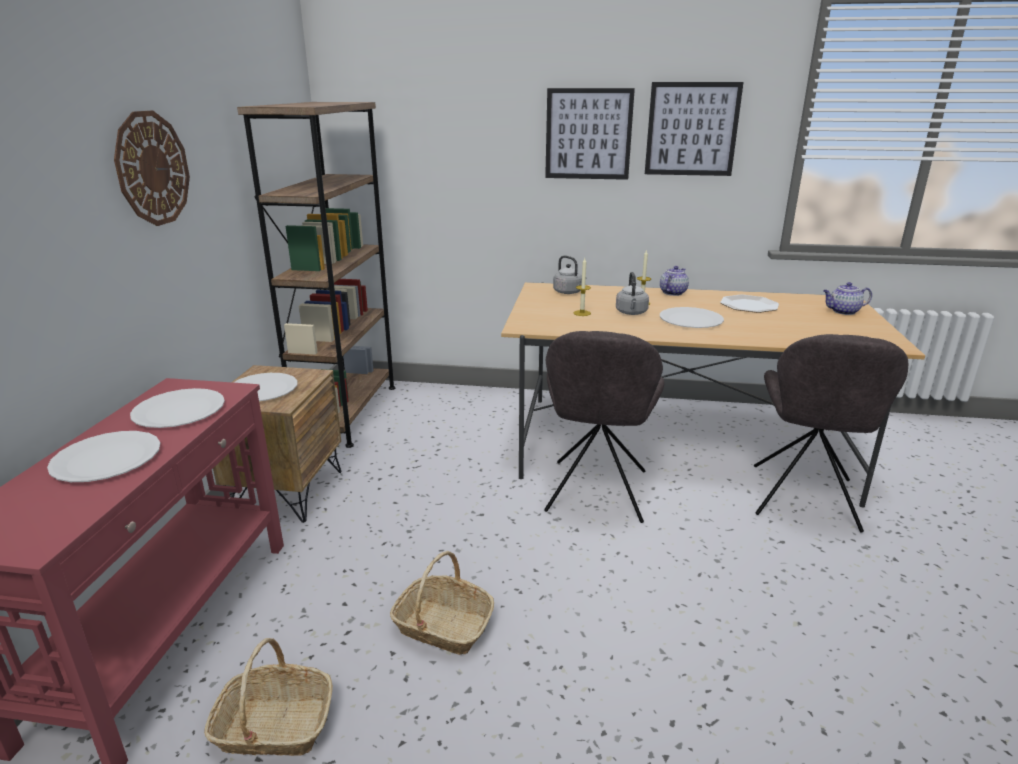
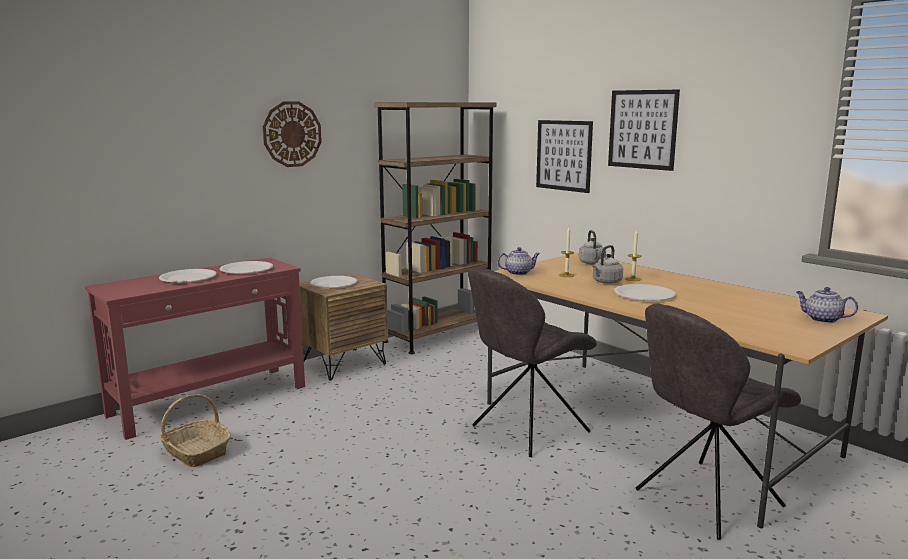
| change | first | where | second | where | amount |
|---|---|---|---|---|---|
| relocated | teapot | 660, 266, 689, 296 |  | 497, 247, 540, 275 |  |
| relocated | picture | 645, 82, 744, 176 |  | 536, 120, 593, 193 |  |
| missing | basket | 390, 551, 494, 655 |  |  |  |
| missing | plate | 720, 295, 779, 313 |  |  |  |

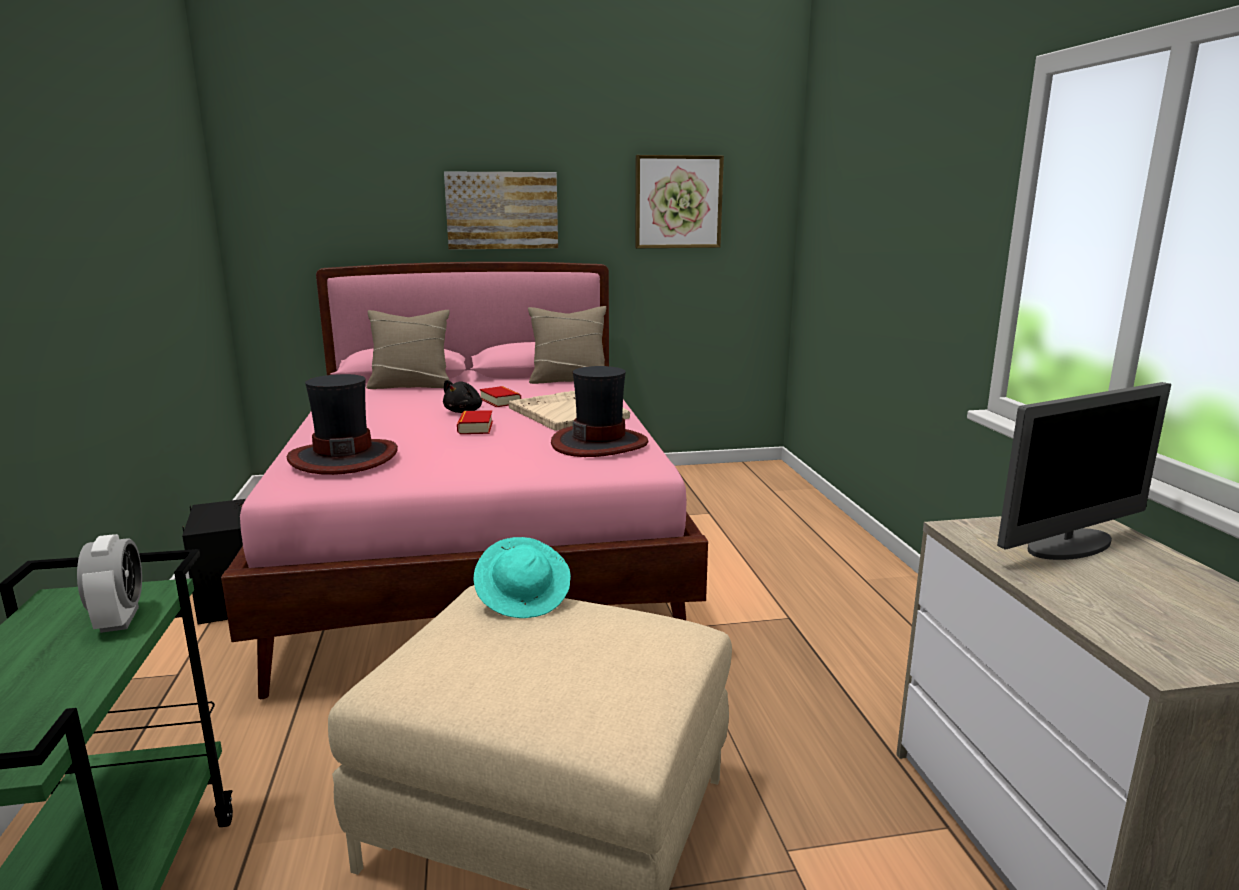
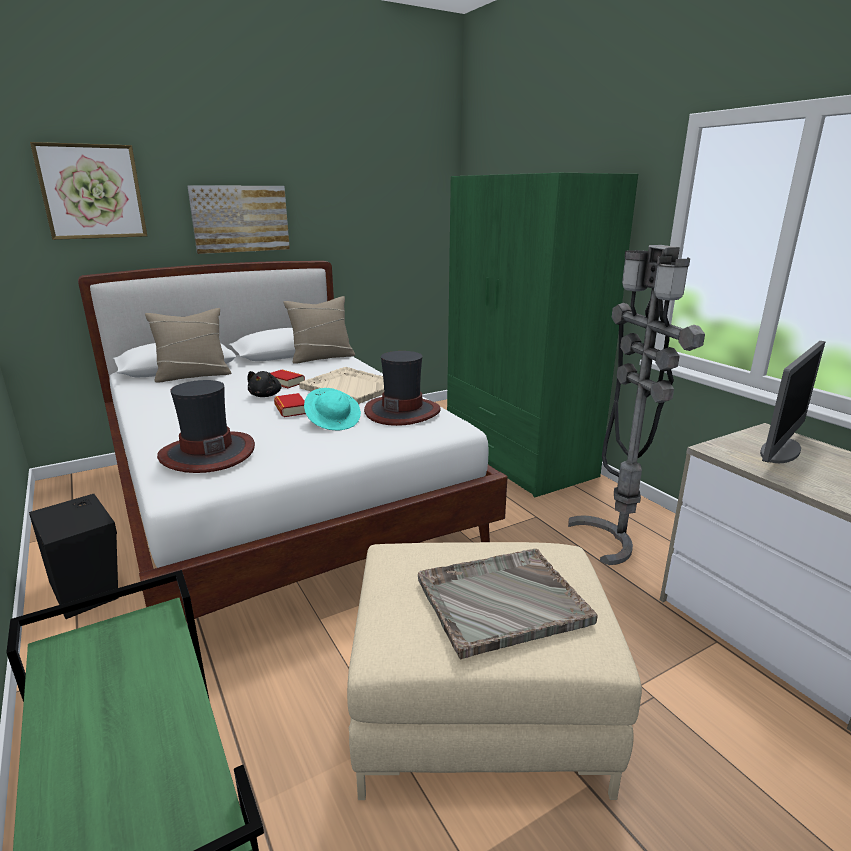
| change | first | where | second | where | amount |
|---|---|---|---|---|---|
| relocated | picture | 635, 155, 724, 248 |  | 30, 142, 147, 240 |  |
| colour | pink bed | 221, 262, 708, 699 | white bed | 78, 261, 508, 622 |  |
| relocated | turquoise hat | 473, 537, 571, 618 |  | 304, 388, 361, 430 |  |
| appeared |  |  | grey tray | 418, 549, 598, 660 |  |
| appeared |  |  | green wardrobe | 447, 173, 638, 497 |  |
| appeared |  |  | grey floor lamp | 568, 245, 705, 565 |  |
| missing | alarm clock | 77, 534, 142, 633 |  |  |  |

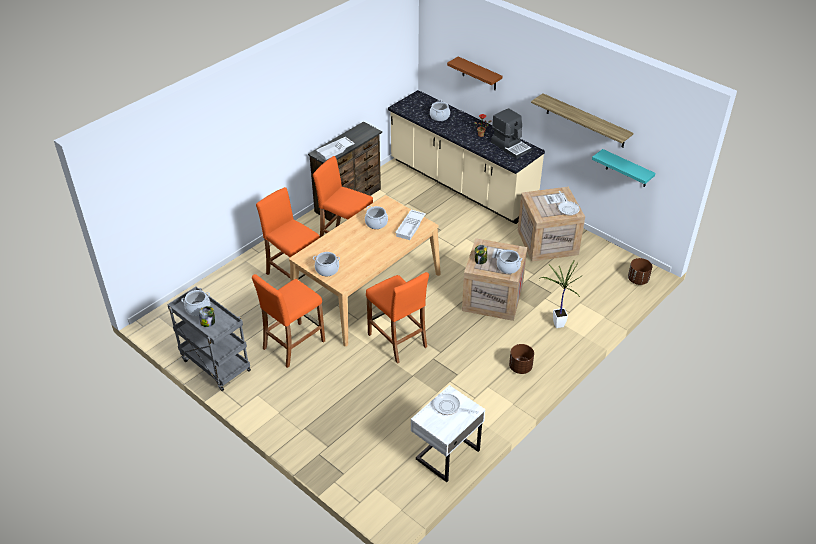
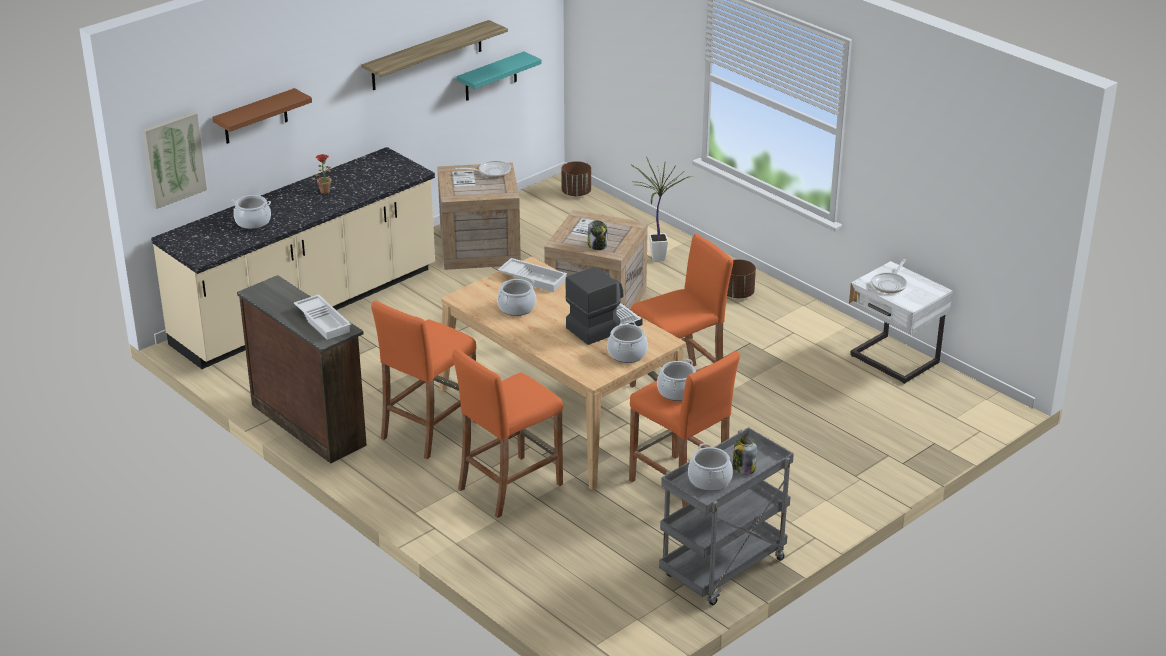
| change | first | where | second | where | amount |
|---|---|---|---|---|---|
| appeared |  |  | picture | 143, 112, 207, 209 |  |
| relocated | coffee machine | 491, 108, 532, 159 |  | 565, 267, 643, 345 |  |
| relocated | cooking pot | 497, 250, 522, 274 |  | 657, 358, 696, 401 |  |

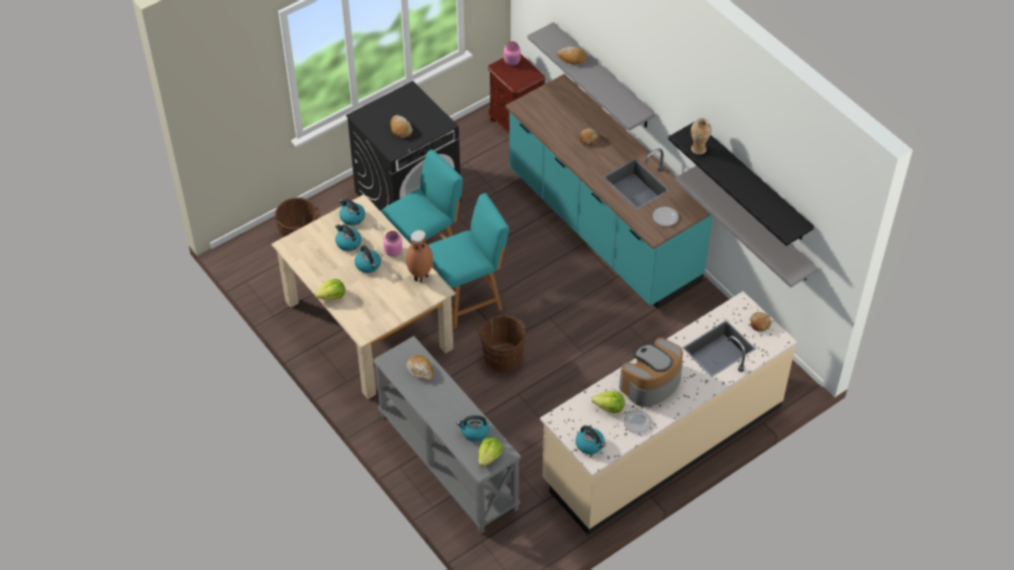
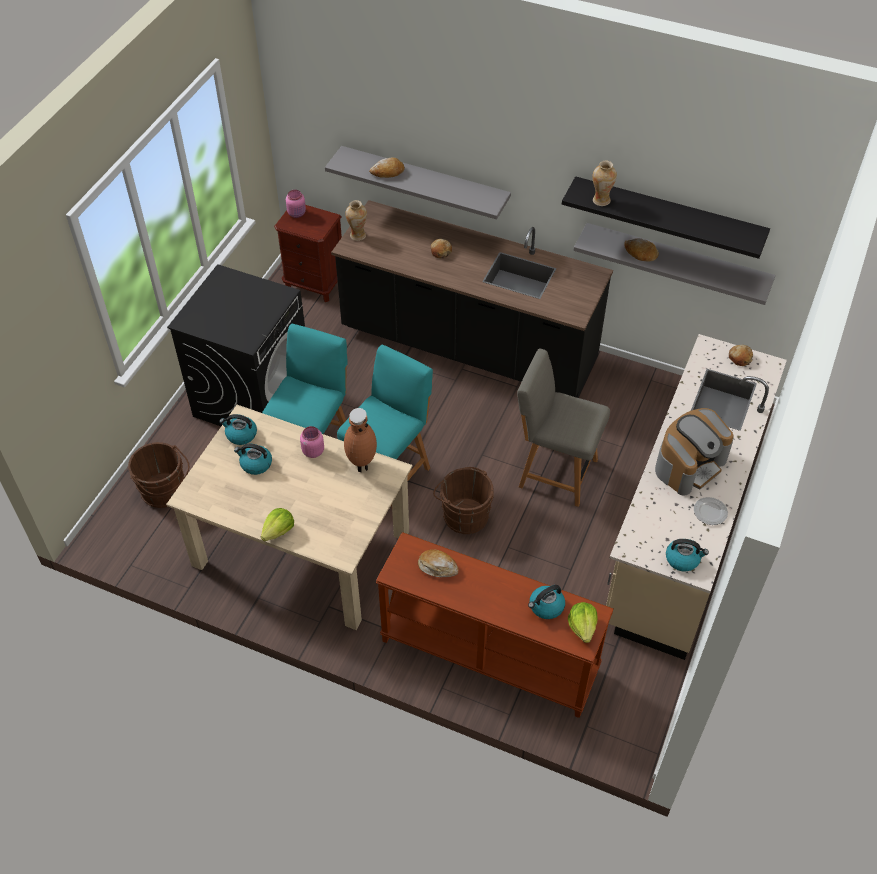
| change | first | where | second | where | amount |
|---|---|---|---|---|---|
| colour | turquoise counter | 505, 74, 713, 309 | black counter | 331, 200, 613, 398 |  |
| appeared |  |  | vase | 345, 200, 367, 241 |  |
| colour | grey console table | 373, 336, 521, 534 | brown console table | 376, 532, 614, 718 |  |
| appeared |  |  | grey chair | 517, 349, 610, 507 |  |
| relocated | bread | 390, 115, 413, 138 |  | 624, 238, 659, 262 |  |
| spun | coffee machine | 619, 338, 683, 407 |  | 655, 408, 734, 496 | 150 degrees counterclockwise |
| missing | kettle | 355, 245, 381, 273 |  |  |  |
| missing | lettuce | 592, 391, 625, 414 |  |  |  |
| missing | plate | 653, 207, 679, 226 |  |  |  |

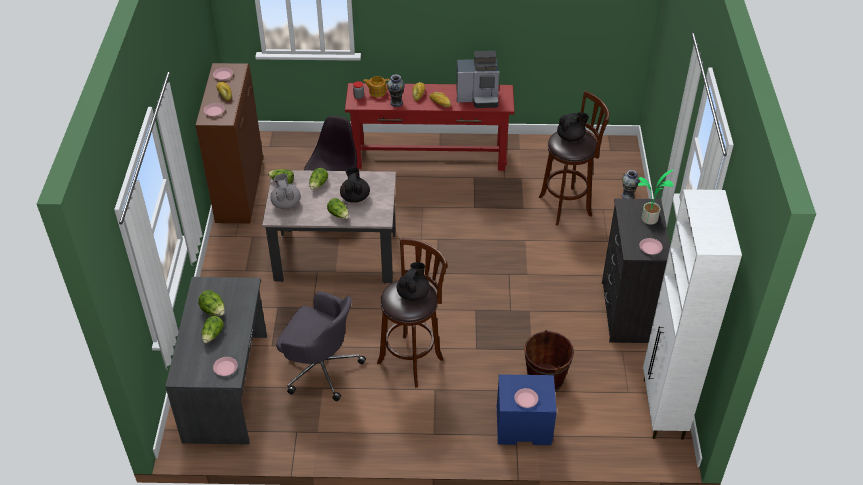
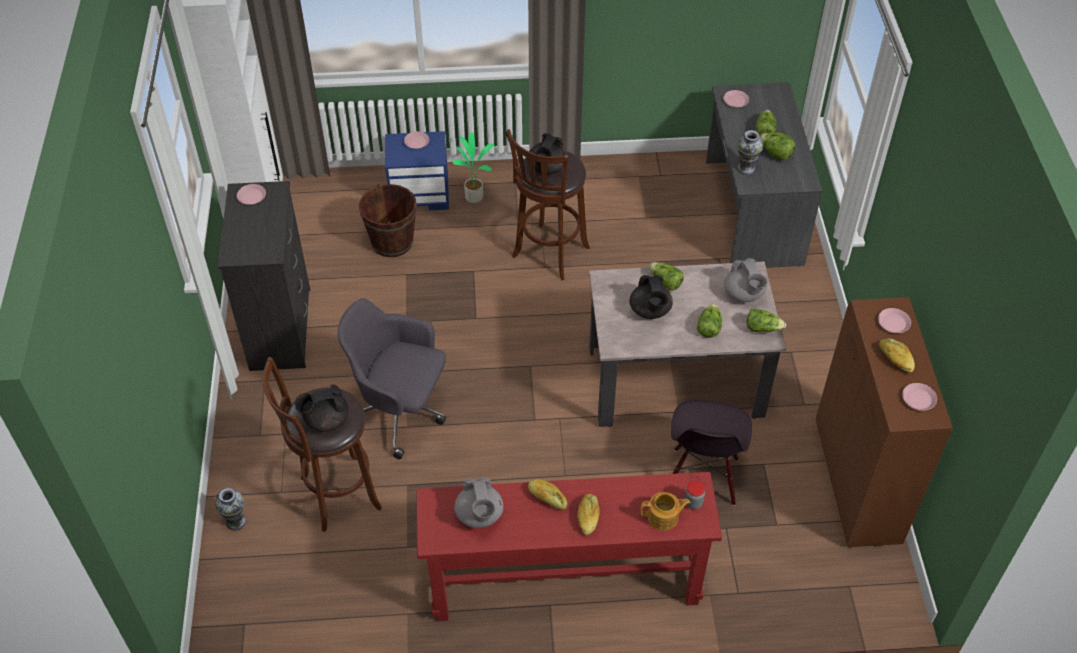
| change | first | where | second | where | amount |
|---|---|---|---|---|---|
| relocated | grey office chair | 276, 291, 366, 401 |  | 338, 298, 446, 459 |  |
| relocated | potted plant | 638, 170, 673, 225 |  | 453, 132, 494, 203 |  |
| exchanged | coffee machine | 456, 51, 499, 108 | grey teapot | 454, 477, 503, 528 |  |
| relocated | vase | 387, 74, 405, 107 |  | 737, 130, 763, 175 |  |

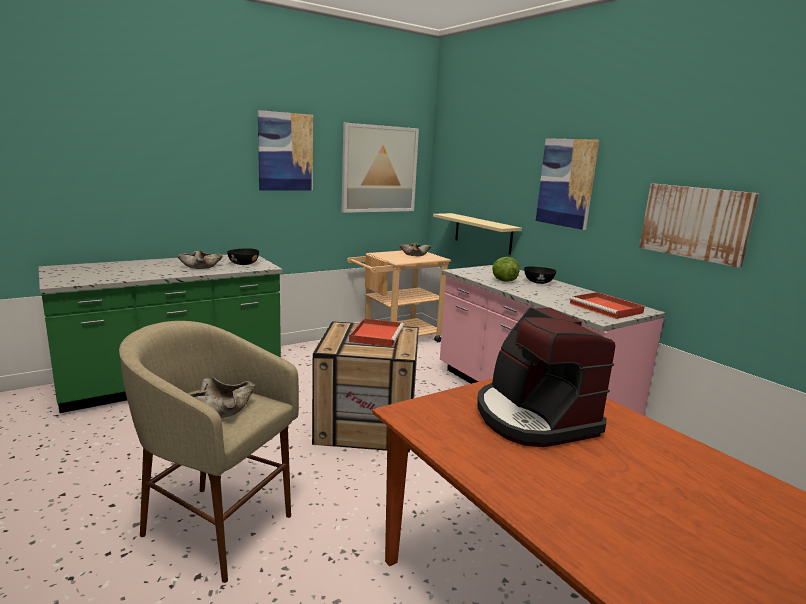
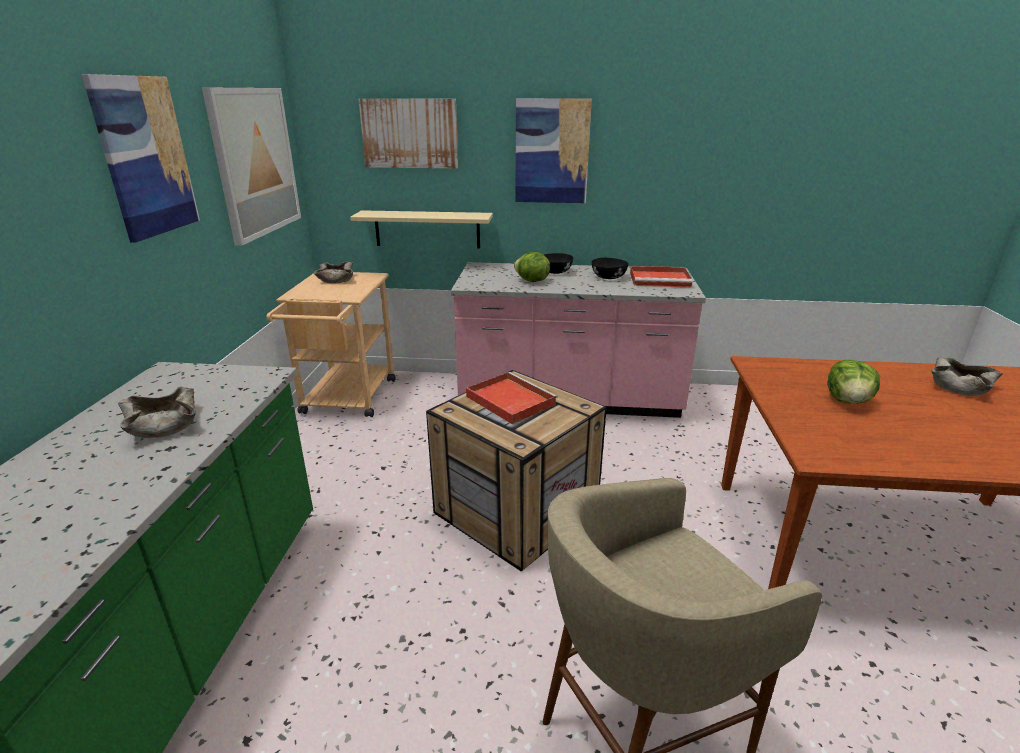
| change | first | where | second | where | amount |
|---|---|---|---|---|---|
| relocated | picture | 639, 183, 759, 268 |  | 358, 99, 458, 169 |  |
| relocated | black bowl | 227, 248, 259, 265 |  | 591, 258, 629, 279 |  |
| exchanged | coffee machine | 477, 307, 615, 447 | lettuce | 827, 360, 880, 404 |  |
| relocated | beige bowl | 189, 377, 255, 418 |  | 931, 357, 1002, 396 |  |

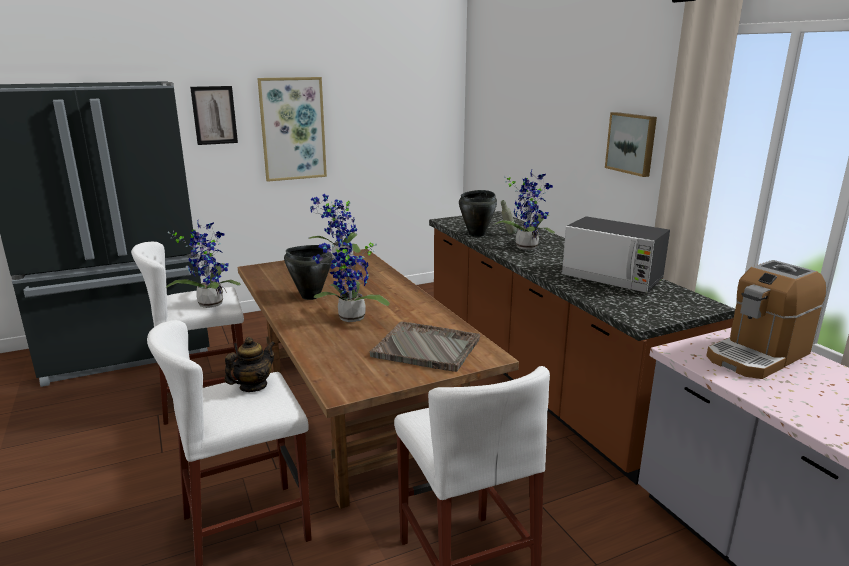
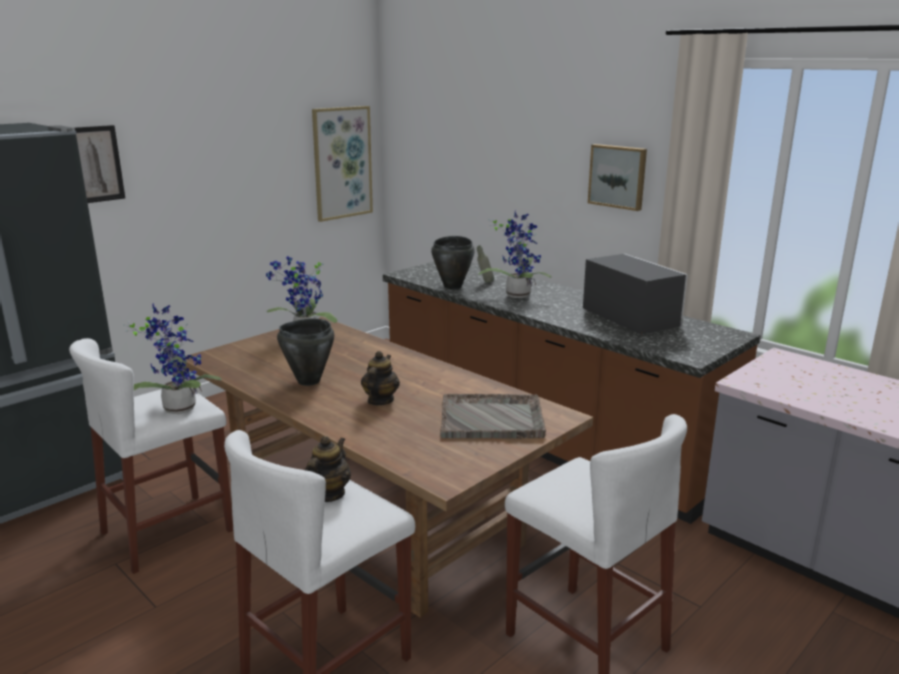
| change | first | where | second | where | amount |
|---|---|---|---|---|---|
| relocated | picture | 257, 77, 327, 182 |  | 312, 106, 373, 222 |  |
| exchanged | potted plant | 313, 237, 390, 322 | teapot | 361, 351, 400, 405 |  |
| spun | microwave | 562, 216, 670, 293 |  | 583, 254, 688, 335 | 135 degrees counterclockwise |
| missing | coffee machine | 706, 260, 826, 379 |  |  |  |

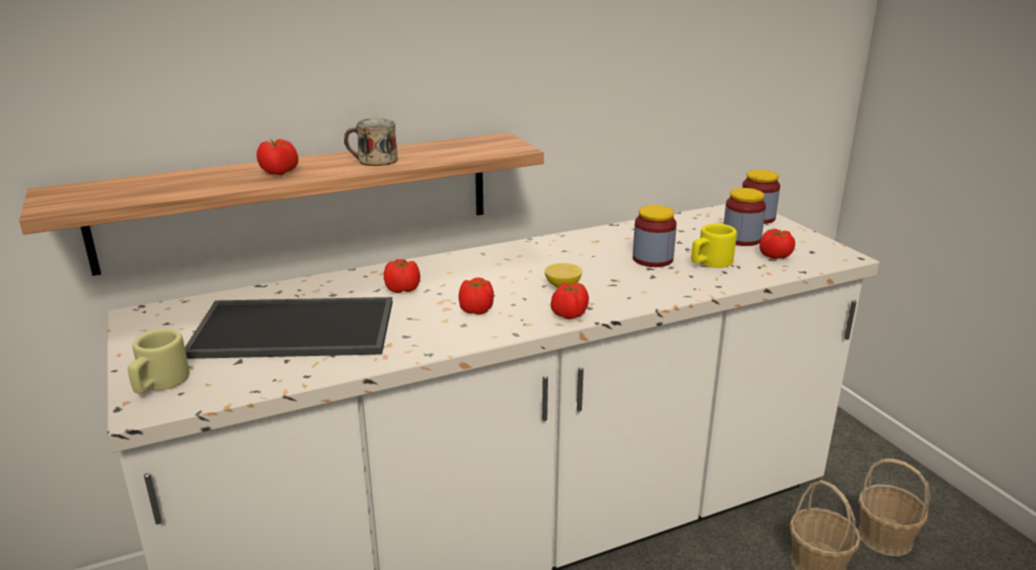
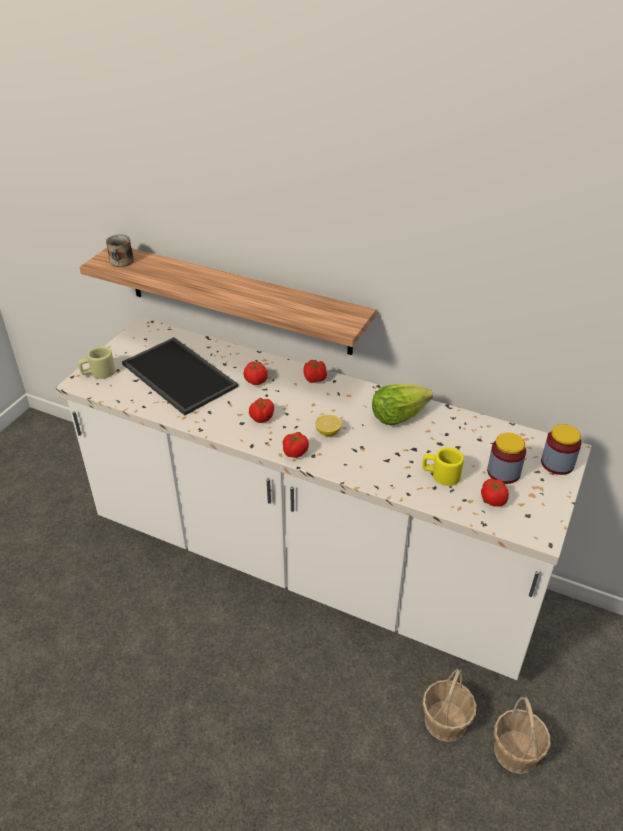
| change | first | where | second | where | amount |
|---|---|---|---|---|---|
| relocated | mug | 344, 118, 398, 166 |  | 106, 234, 134, 267 |  |
| relocated | tomato | 256, 139, 298, 175 |  | 303, 360, 327, 383 |  |
| appeared |  |  | lettuce | 372, 384, 433, 426 |  |
| missing | jar | 633, 205, 677, 267 |  |  |  |

